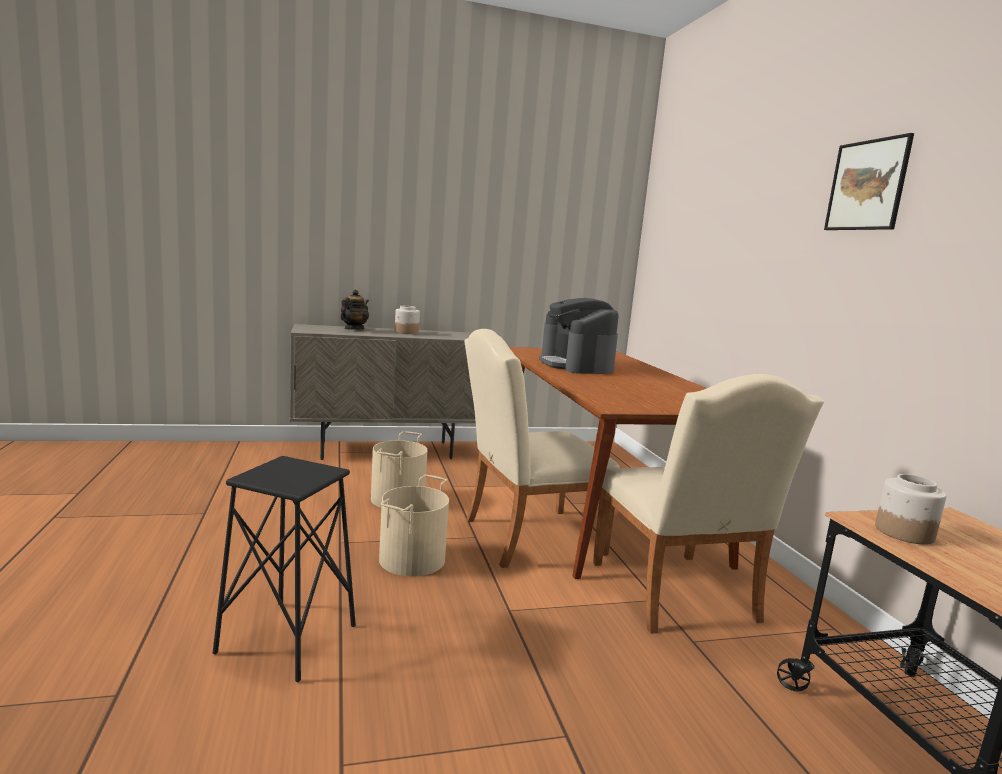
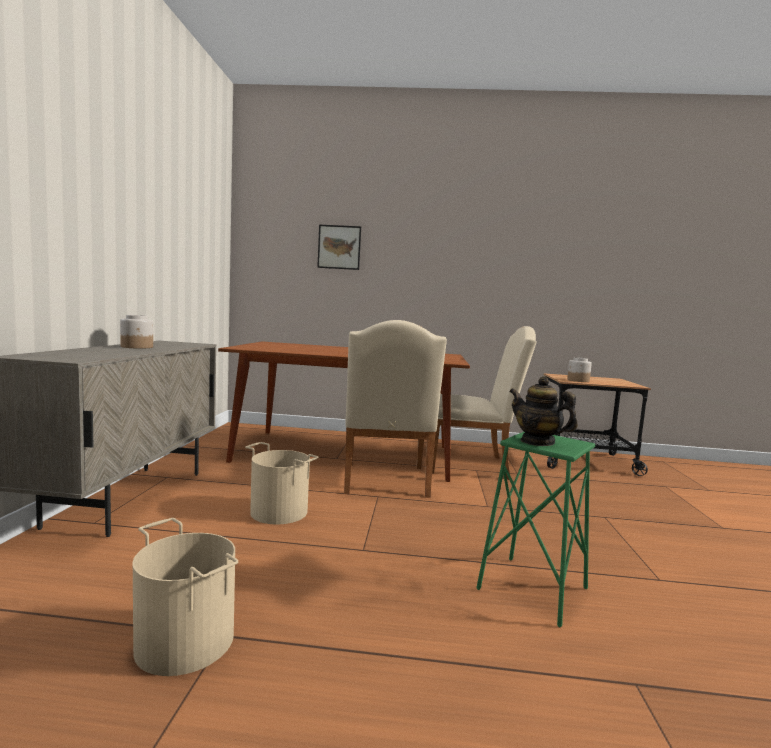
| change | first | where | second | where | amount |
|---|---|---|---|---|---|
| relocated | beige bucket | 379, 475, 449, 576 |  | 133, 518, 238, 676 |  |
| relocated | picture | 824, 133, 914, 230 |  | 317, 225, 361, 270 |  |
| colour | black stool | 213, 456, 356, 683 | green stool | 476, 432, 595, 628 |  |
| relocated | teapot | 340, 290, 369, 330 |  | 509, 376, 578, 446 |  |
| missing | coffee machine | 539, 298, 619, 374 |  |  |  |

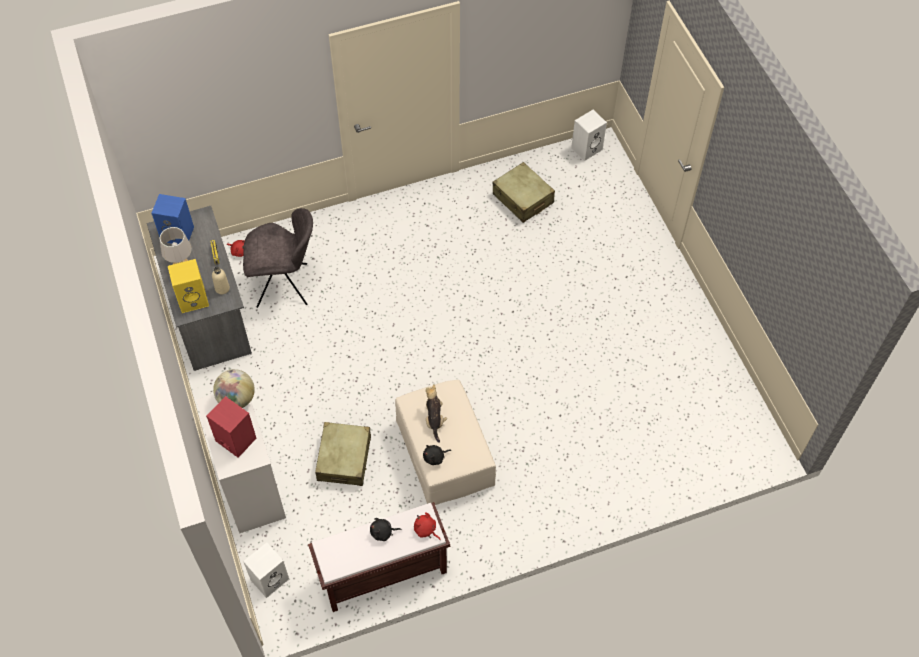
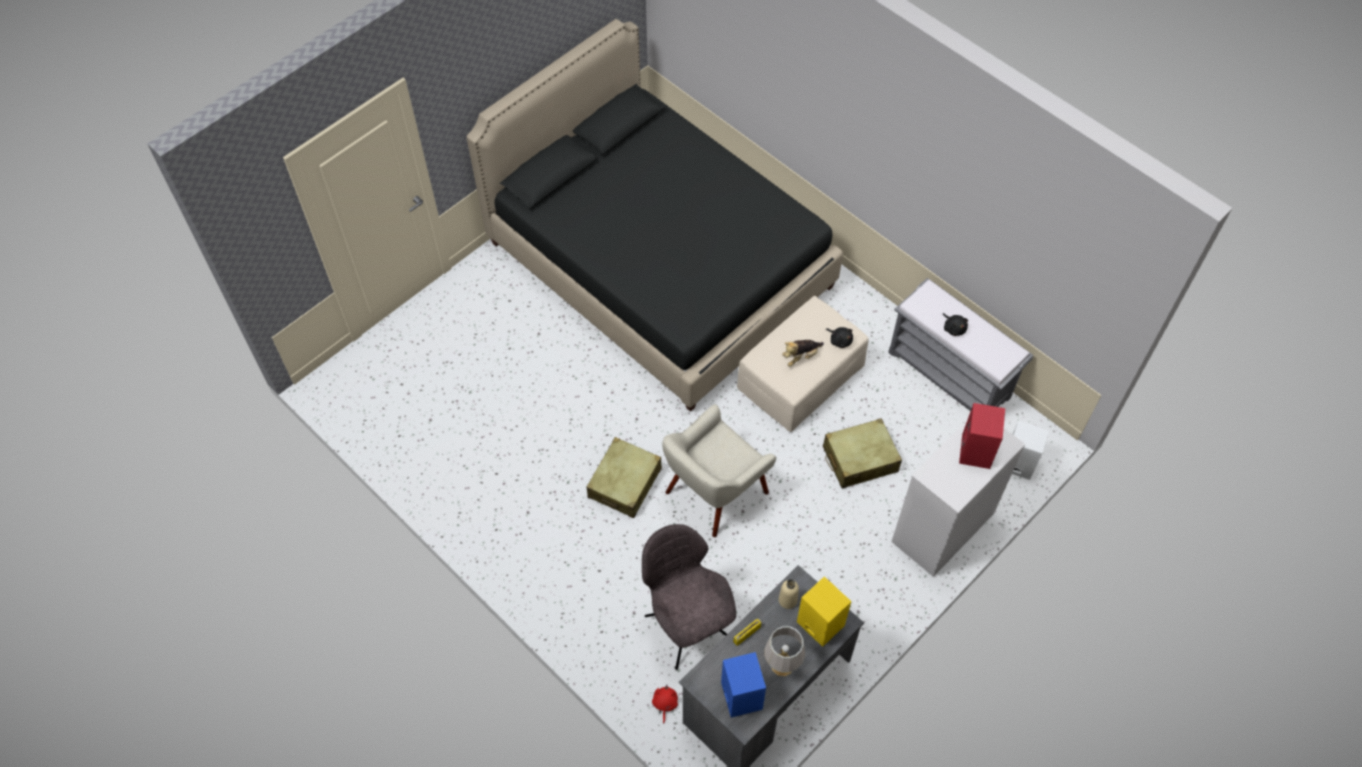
| change | first | where | second | where | amount |
|---|---|---|---|---|---|
| appeared |  |  | black bed | 466, 19, 843, 412 |  |
| relocated | beige suitcase | 493, 162, 555, 223 |  | 587, 437, 662, 518 |  |
| appeared |  |  | beige armchair | 662, 404, 776, 537 |  |
| colour | brown bench | 308, 502, 451, 612 | grey bench | 888, 278, 1033, 411 |  |
| missing | globe | 213, 369, 255, 408 |  |  |  |
| missing | red plush toy | 414, 512, 441, 540 |  |  |  |
| missing | white speaker | 571, 110, 607, 161 |  |  |  |

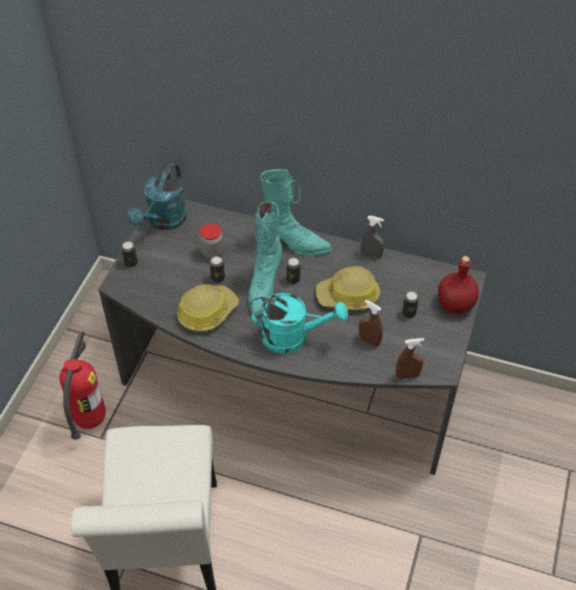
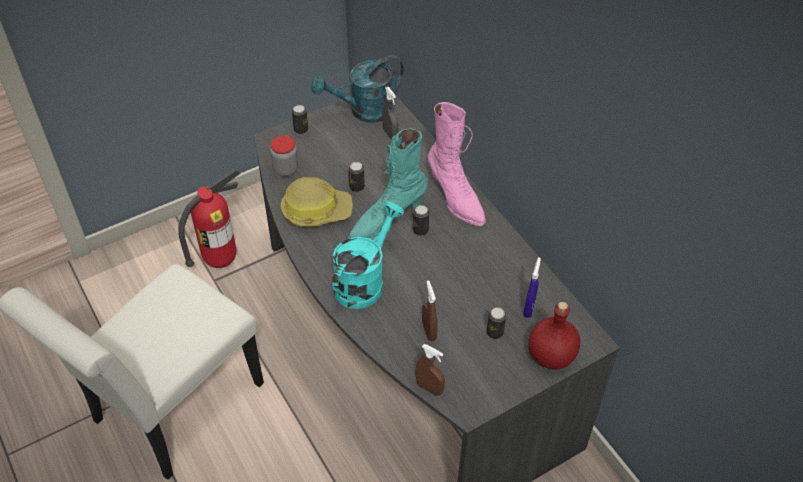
| change | first | where | second | where | amount |
|---|---|---|---|---|---|
| relocated | jar | 199, 223, 224, 259 |  | 270, 136, 298, 177 |  |
| spun | turquoise watering can | 249, 293, 348, 354 |  | 332, 202, 404, 309 | 105 degrees counterclockwise |
| relocated | grey spray bottle | 360, 216, 384, 259 |  | 382, 87, 399, 140 |  |
| colour | turquoise boot | 255, 169, 331, 256 | pink boot | 428, 102, 486, 226 |  |
| appeared |  |  | blue spray bottle | 523, 257, 541, 318 |  |
| missing | hard hat | 316, 266, 380, 310 |  |  |  |

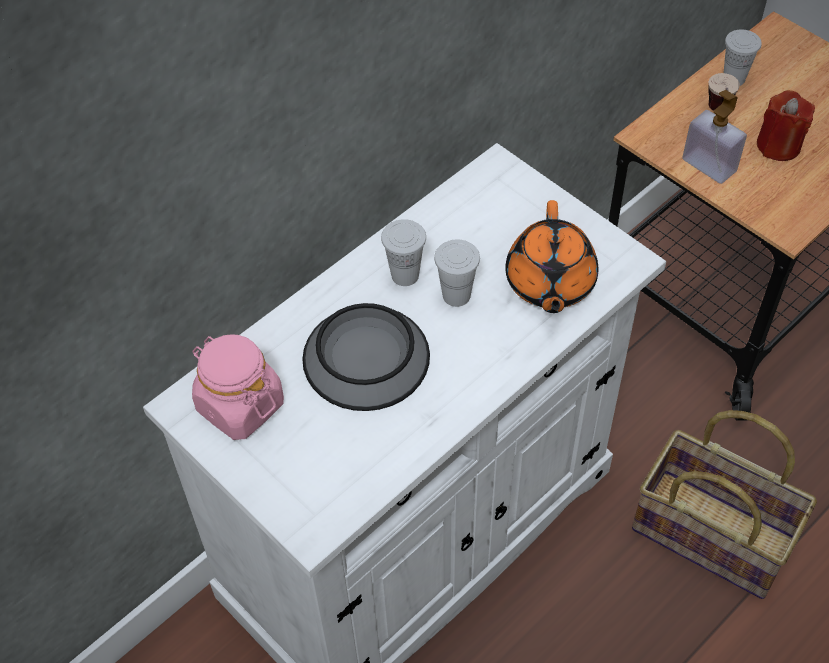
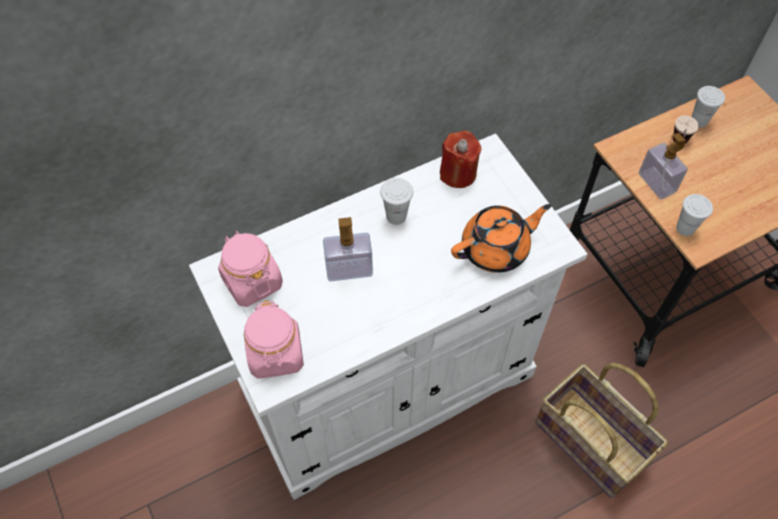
| change | first | where | second | where | amount |
|---|---|---|---|---|---|
| appeared |  |  | pink jar | 244, 300, 304, 379 |  |
| exchanged | bowl | 302, 303, 430, 411 | soap dispenser | 323, 217, 373, 281 |  |
| relocated | red candle | 757, 90, 815, 161 |  | 440, 131, 482, 188 |  |
| spun | orange teapot | 505, 200, 598, 313 |  | 451, 204, 551, 273 | 135 degrees counterclockwise |
| relocated | white cup | 434, 239, 480, 307 |  | 676, 194, 713, 236 |  |

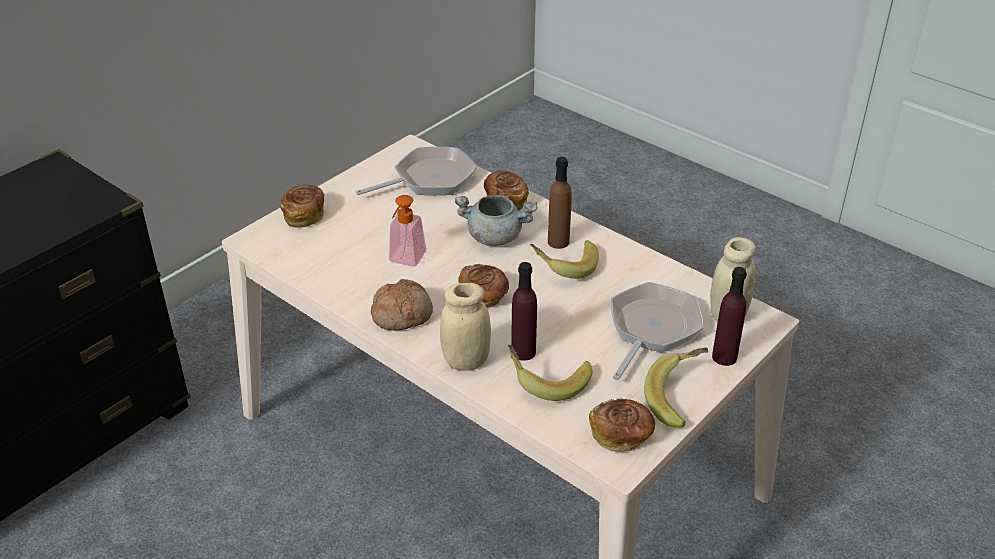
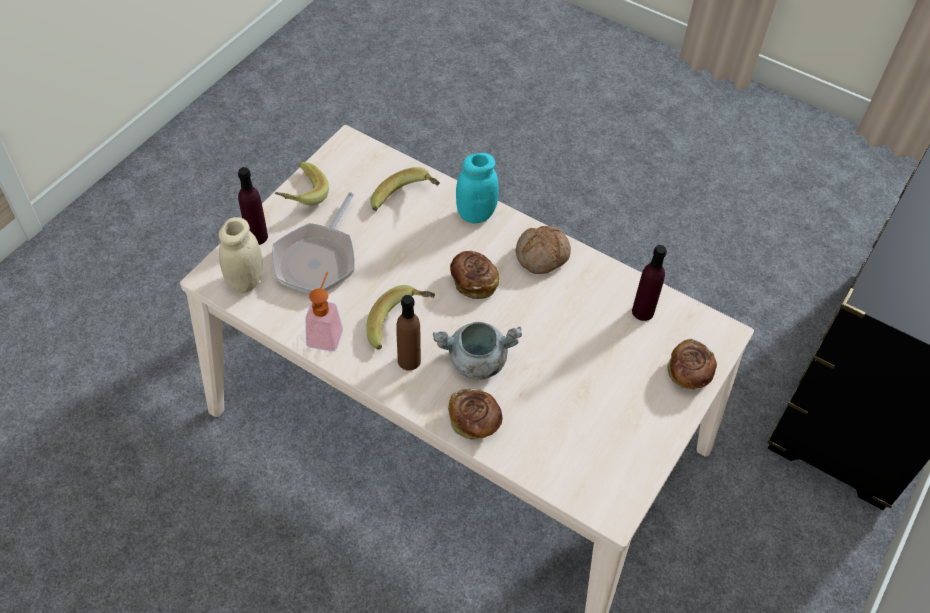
| change | first | where | second | where | amount |
|---|---|---|---|---|---|
| relocated | soap dispenser | 389, 195, 426, 267 |  | 305, 272, 343, 352 |  |
| colour | beige jar | 440, 283, 491, 370 | turquoise jar | 456, 153, 499, 223 |  |
| relocated | purple bottle | 511, 262, 537, 361 |  | 632, 245, 667, 321 |  |
| missing | frying pan | 356, 147, 477, 195 |  |  |  |
| missing | bread | 589, 398, 655, 452 |  |  |  |

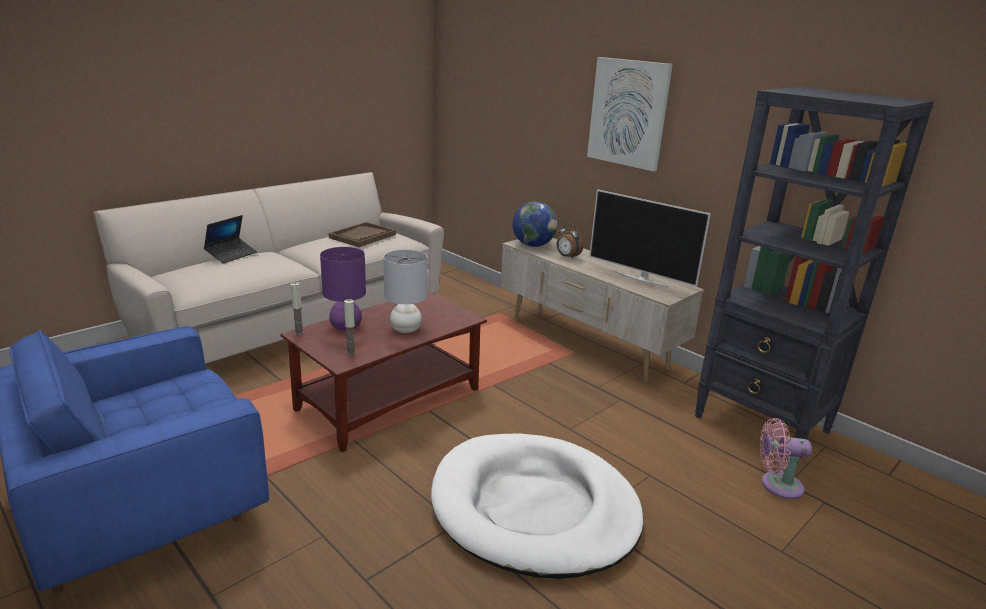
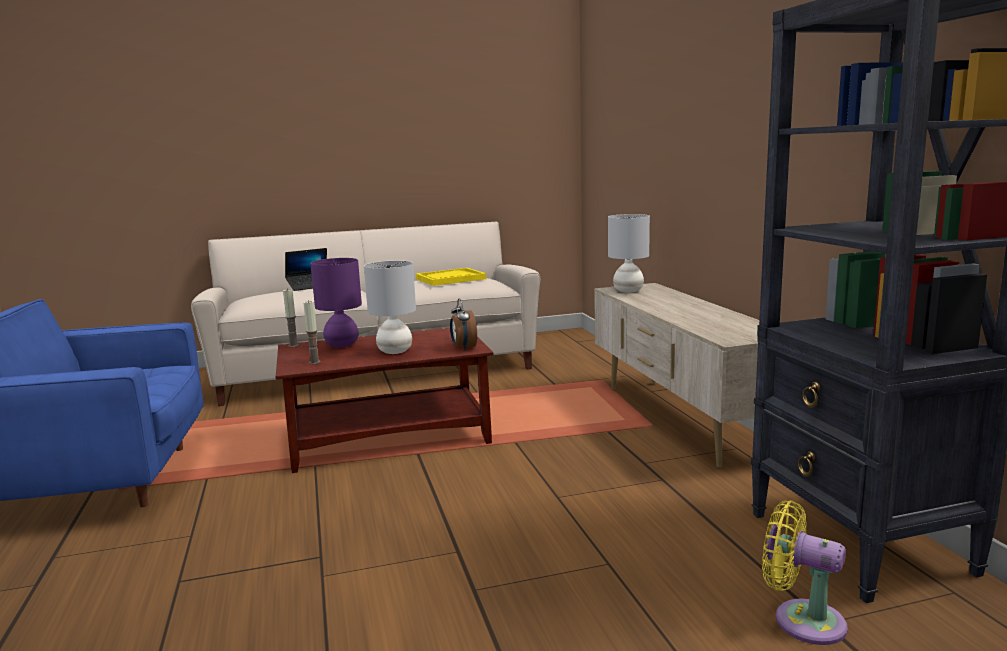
| change | first | where | second | where | amount |
|---|---|---|---|---|---|
| colour | brown tray | 329, 222, 396, 247 | yellow tray | 416, 268, 487, 286 |  |
| relocated | alarm clock | 557, 223, 584, 259 |  | 450, 299, 477, 350 |  |
| exchanged | globe | 512, 202, 557, 247 | grey table lamp | 608, 214, 650, 293 |  |
| colour | pink fan | 759, 418, 812, 499 | yellow fan | 762, 500, 848, 645 |  |
| missing | white dog bed | 431, 433, 644, 579 |  |  |  |
| missing | picture | 587, 57, 673, 172 |  |  |  |
| missing | television | 589, 189, 711, 288 |  |  |  |

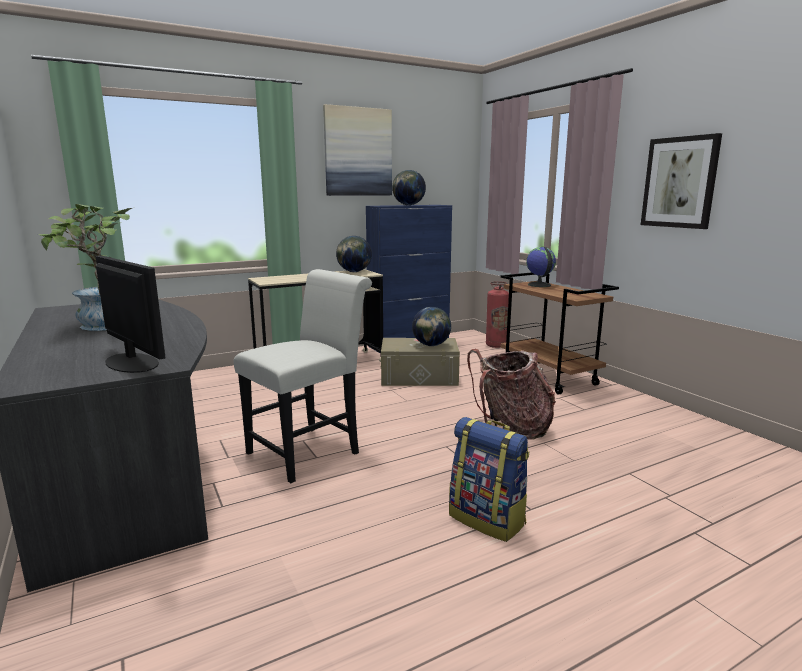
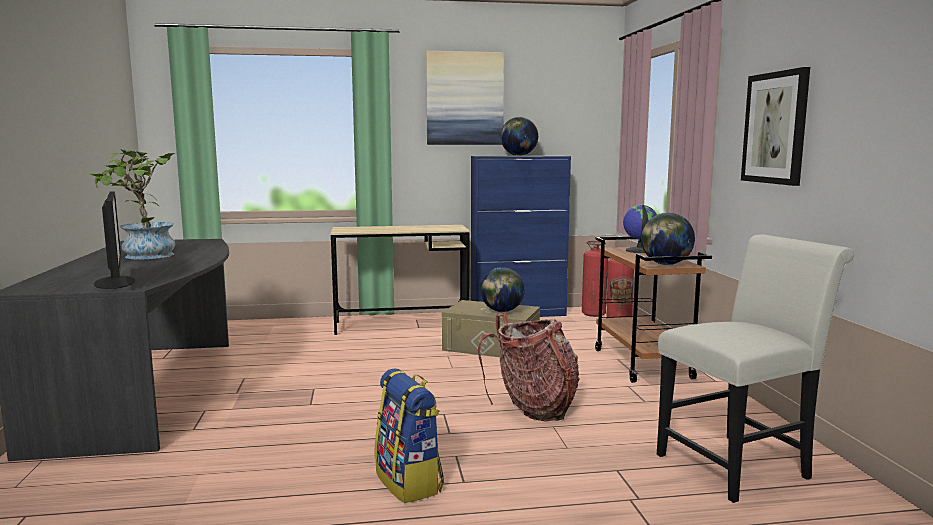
| change | first | where | second | where | amount |
|---|---|---|---|---|---|
| appeared |  |  | fire extinguisher | 582, 241, 608, 317 |  |
| relocated | globe | 336, 236, 372, 272 |  | 641, 213, 695, 265 |  |
| relocated | white chair | 234, 269, 372, 483 |  | 657, 234, 854, 503 |  |

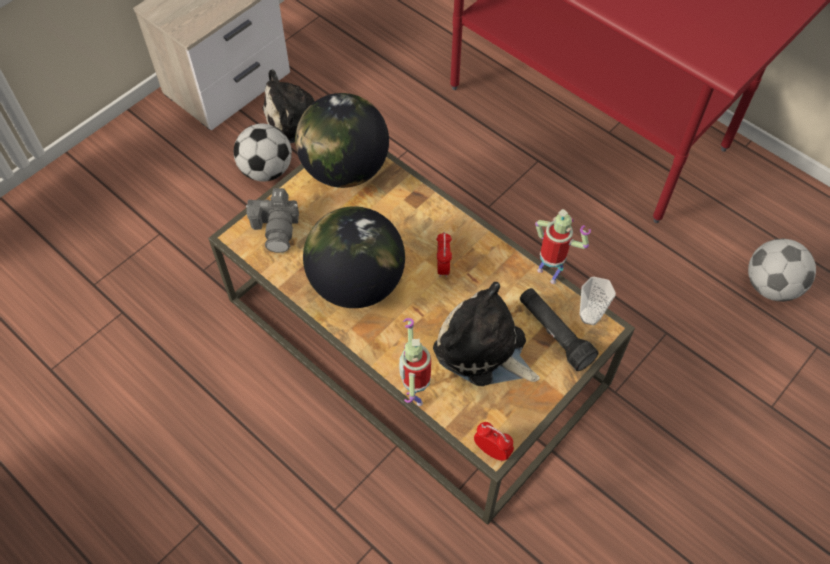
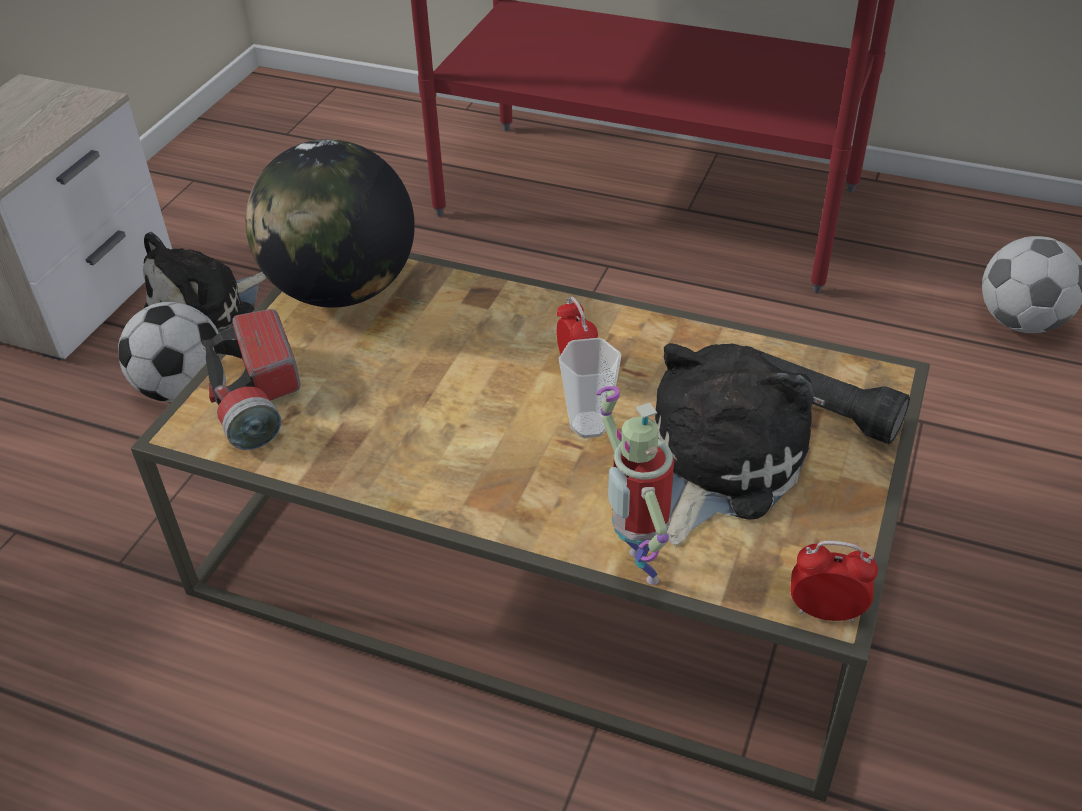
| change | first | where | second | where | amount |
|---|---|---|---|---|---|
| exchanged | photo camera | 246, 188, 299, 253 | flashlight | 202, 309, 300, 450 |  |
| relocated | cup | 579, 277, 616, 325 |  | 559, 338, 621, 438 |  |
| spun | plush toy | 433, 282, 540, 386 |  | 654, 343, 814, 546 | 105 degrees clockwise |
| missing | globe | 303, 206, 405, 308 |  |  |  |
| missing | toy robot | 535, 209, 591, 284 |  |  |  |

